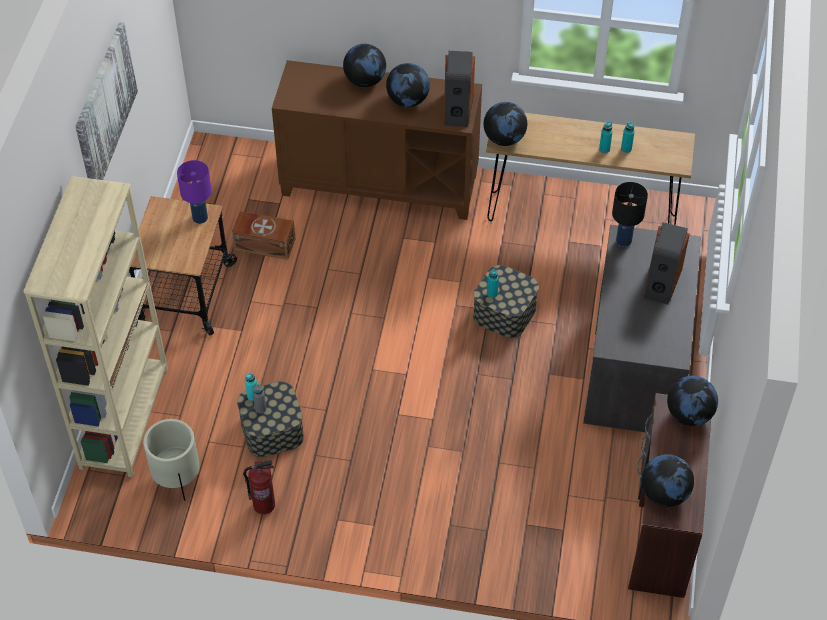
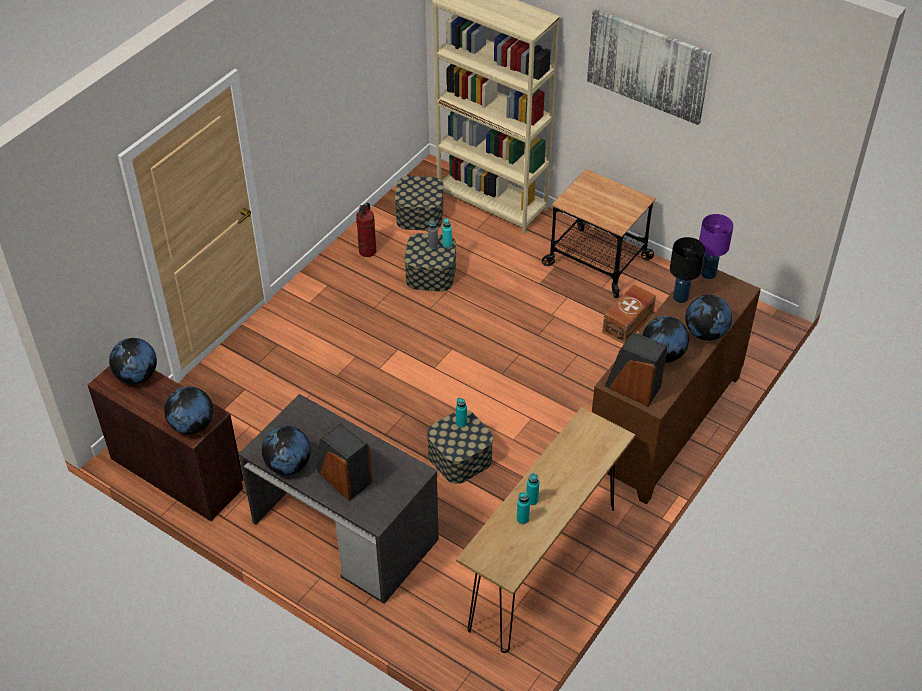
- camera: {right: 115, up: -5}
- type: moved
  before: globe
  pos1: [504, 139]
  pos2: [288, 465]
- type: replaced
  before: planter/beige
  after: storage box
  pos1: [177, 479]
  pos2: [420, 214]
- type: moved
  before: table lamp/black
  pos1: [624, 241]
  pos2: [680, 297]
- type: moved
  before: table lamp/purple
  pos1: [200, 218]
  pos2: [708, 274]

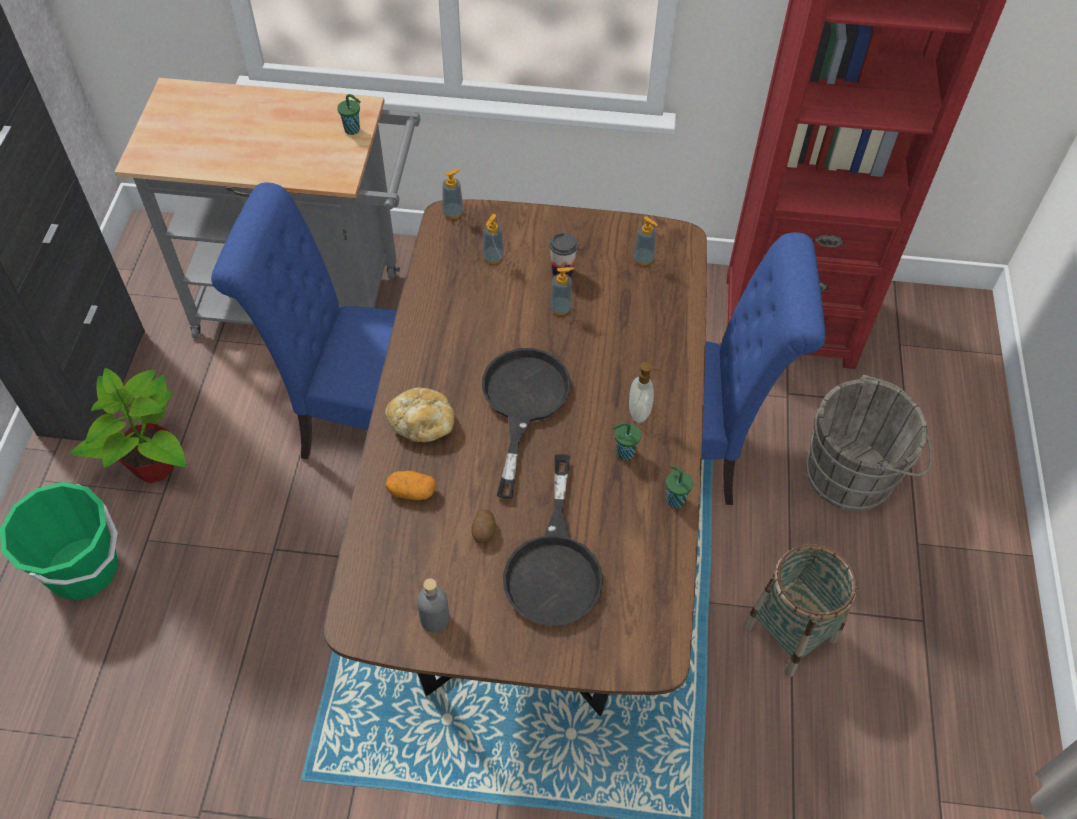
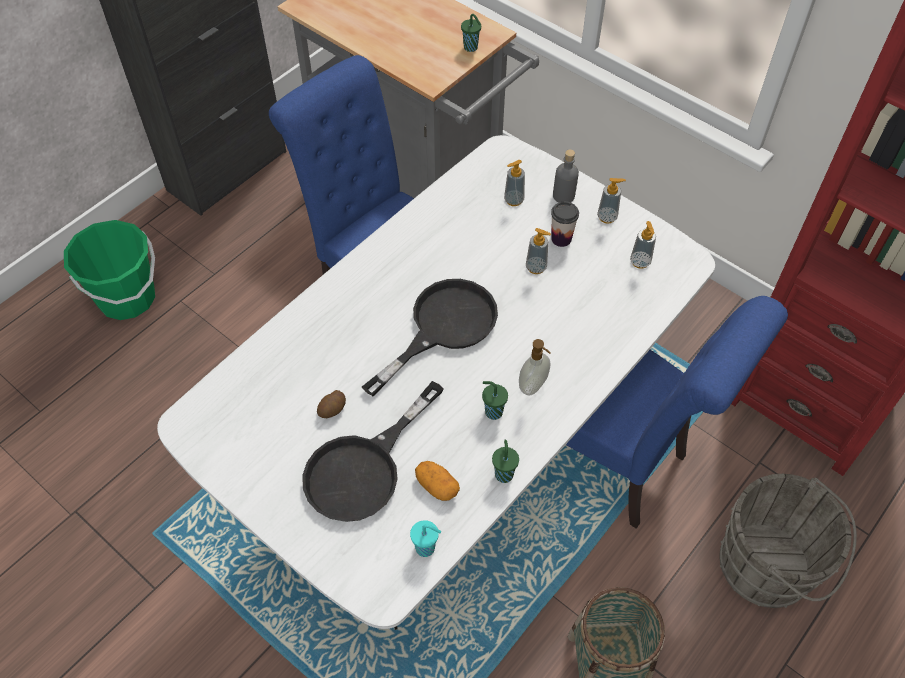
- camera: {right: 35, up: 0}
- type: recoloured
  before: dining table/brown
  after: dining table/white
  pos1: [536, 536]
  pos2: [452, 458]
- type: added
  after: cup/turquoise
  pos2: [426, 548]
- type: moved
  before: potato
  pos1: [411, 492]
  pos2: [437, 486]
- type: moved
  before: bottle/grey
  pos1: [434, 619]
  pos2: [563, 196]
- type: moved
  before: soap dispenser
  pos1: [453, 212]
  pos2: [607, 217]
- type: removed
  before: potted plant
  pos1: [154, 467]
- type: removed
  before: bread
  pos1: [422, 424]

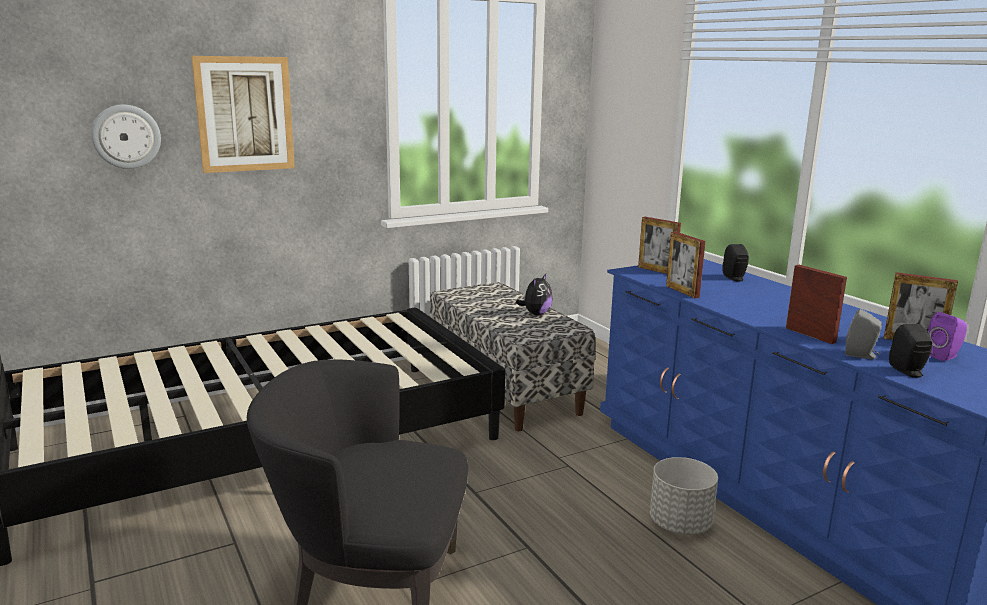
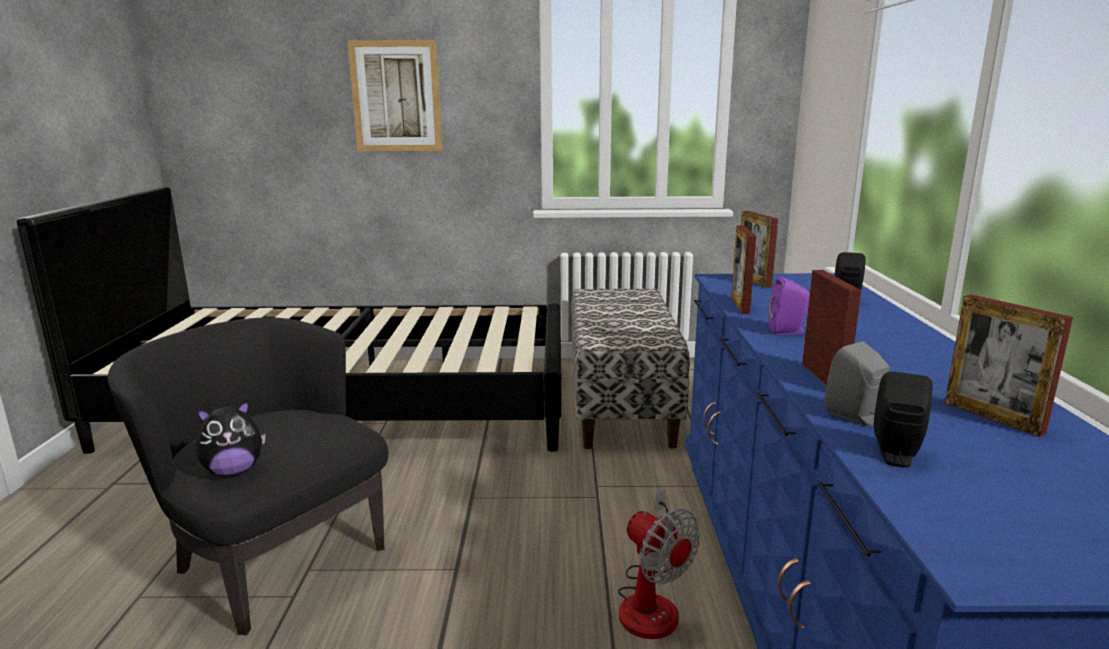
- camera: {right: 30, up: 0}
- type: moved
  before: plush toy
  pos1: [536, 314]
  pos2: [234, 471]
- type: replaced
  before: planter/grey
  after: fan
  pos1: [679, 524]
  pos2: [651, 601]
- type: moved
  before: speaker/purple
  pos1: [944, 356]
  pos2: [788, 331]
- type: removed
  before: wall clock
  pos1: [126, 136]

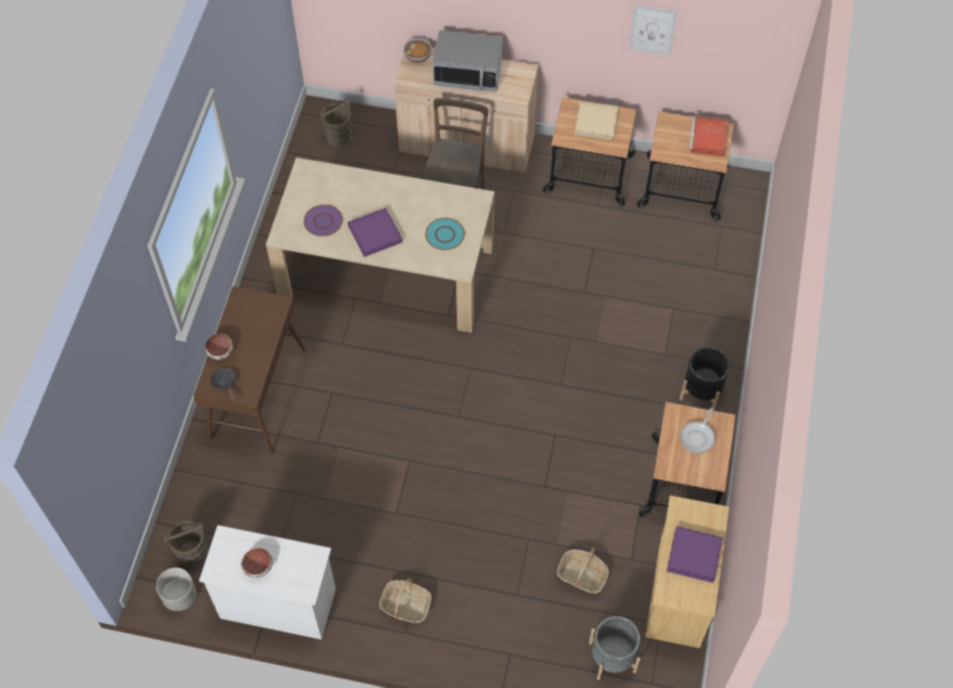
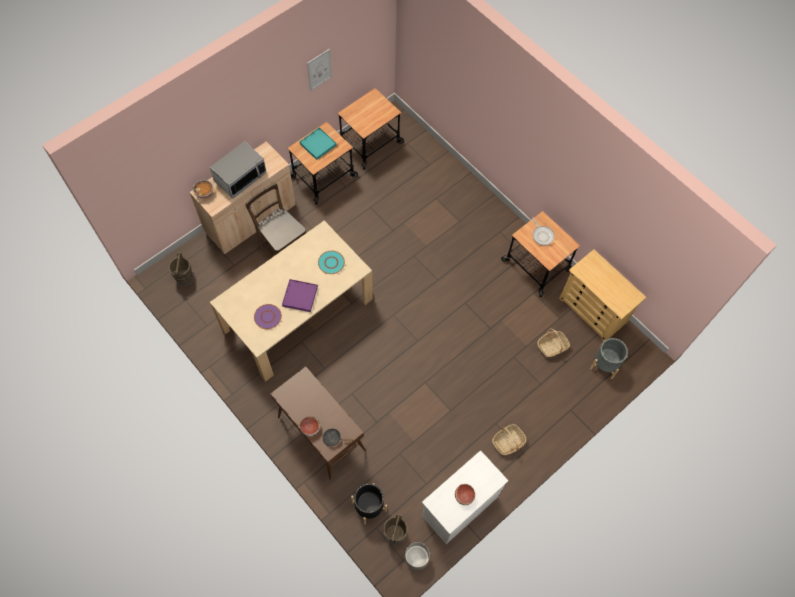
- camera: {right: -55, up: 5}
- type: recoloured
  before: tray/beige
  after: tray/turquoise
  pos1: [596, 122]
  pos2: [318, 144]
- type: moved
  before: planter/black
  pos1: [702, 390]
  pos2: [369, 506]
- type: removed
  before: tray/purple
  pos1: [694, 555]
- type: removed
  before: tray/red
  pos1: [709, 138]

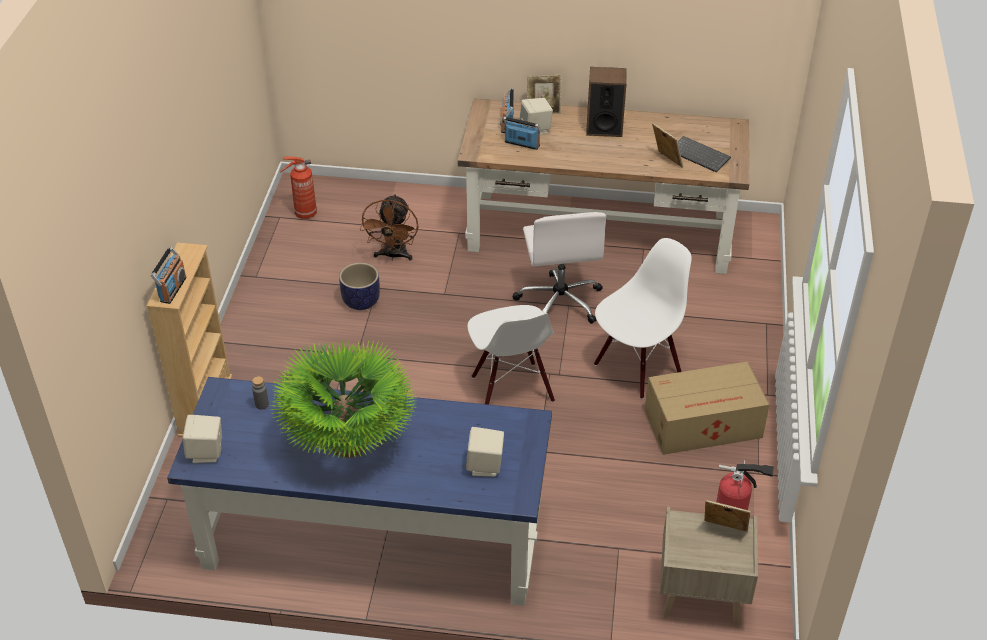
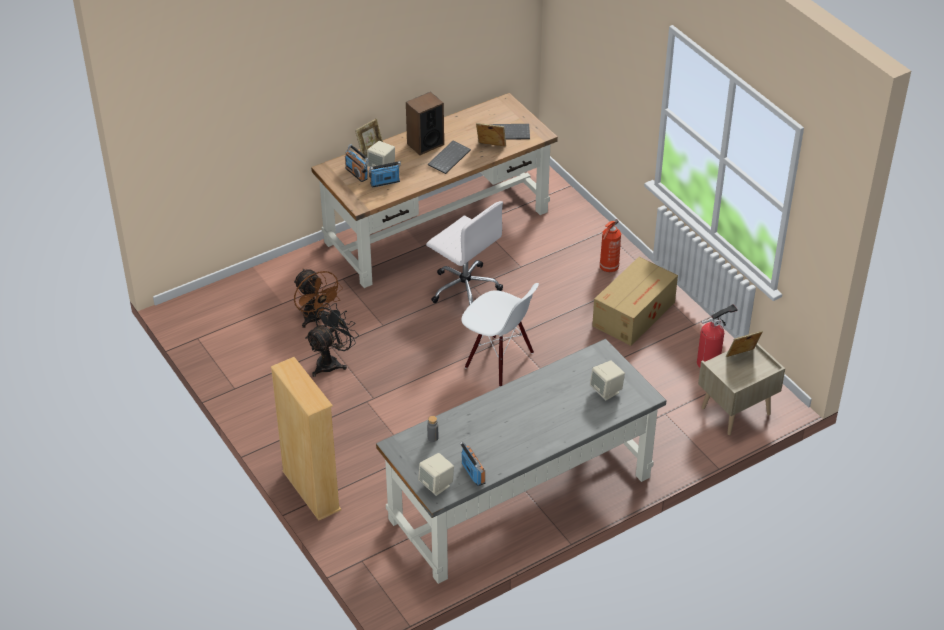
- camera: {right: -40, up: 0}
- type: replaced
  before: planter
  after: fan/black
  pos1: [360, 301]
  pos2: [331, 362]
- type: recoloured
  before: desk/blue
  after: desk/grey
  pos1: [371, 538]
  pos2: [520, 499]
- type: added
  after: keyboard
  pos2: [448, 157]
- type: moved
  before: radio
  pos1: [172, 289]
  pos2: [473, 473]
- type: moved
  before: fire extinguisher
  pos1: [304, 214]
  pos2: [608, 268]
- type: removed
  before: potted plant
  pos1: [349, 443]
- type: removed
  before: chair/white
  pos1: [637, 367]

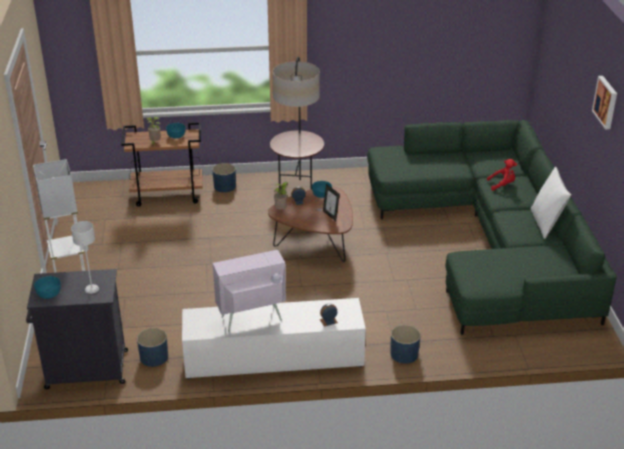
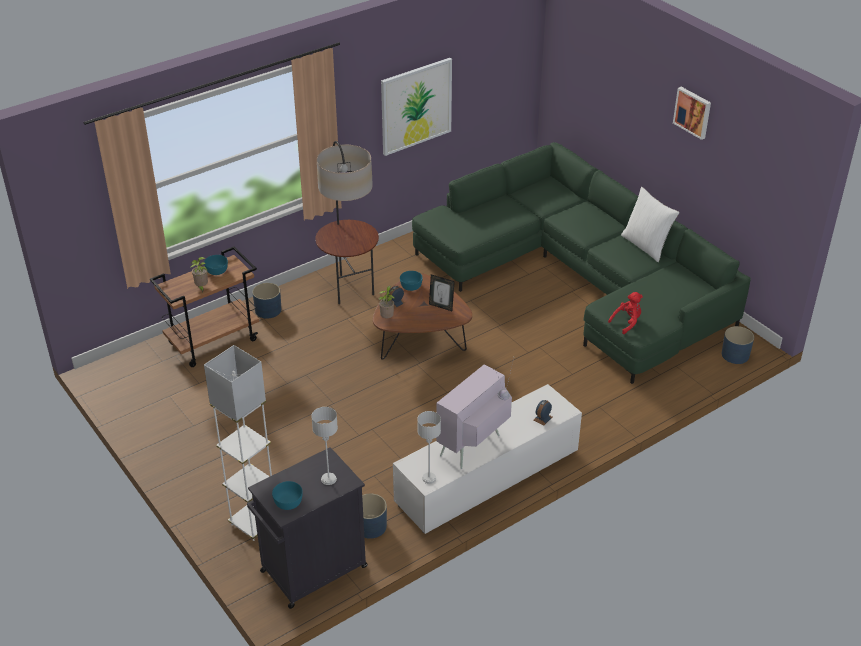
- camera: {right: -30, up: 5}
- type: added
  after: picture
  pos2: [416, 106]
- type: added
  after: table lamp/grey
  pos2: [429, 478]
- type: moved
  before: plush toy/red
  pos1: [502, 185]
  pos2: [627, 322]
- type: moved
  before: planter/blue
  pos1: [404, 354]
  pos2: [735, 355]

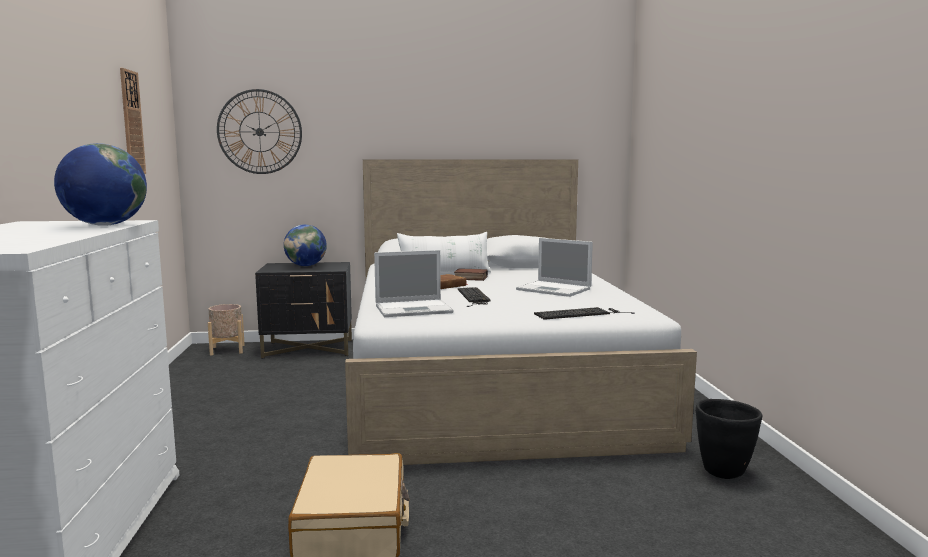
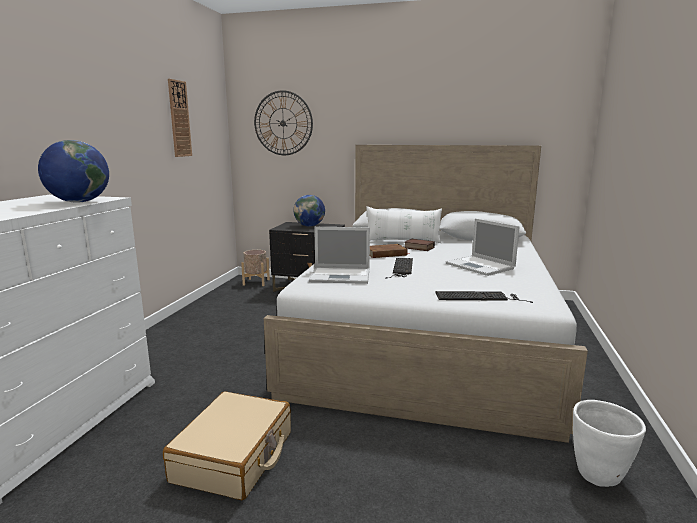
- camera: {right: 20, up: 5}
- type: recoloured
  before: planter/black
  after: planter/white
  pos1: [724, 471]
  pos2: [599, 475]

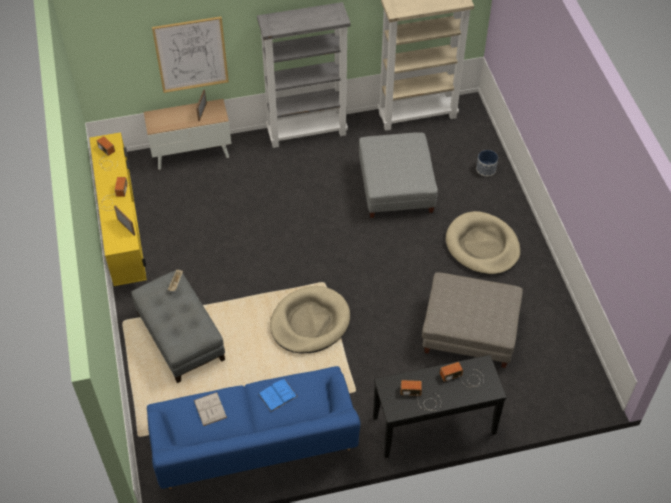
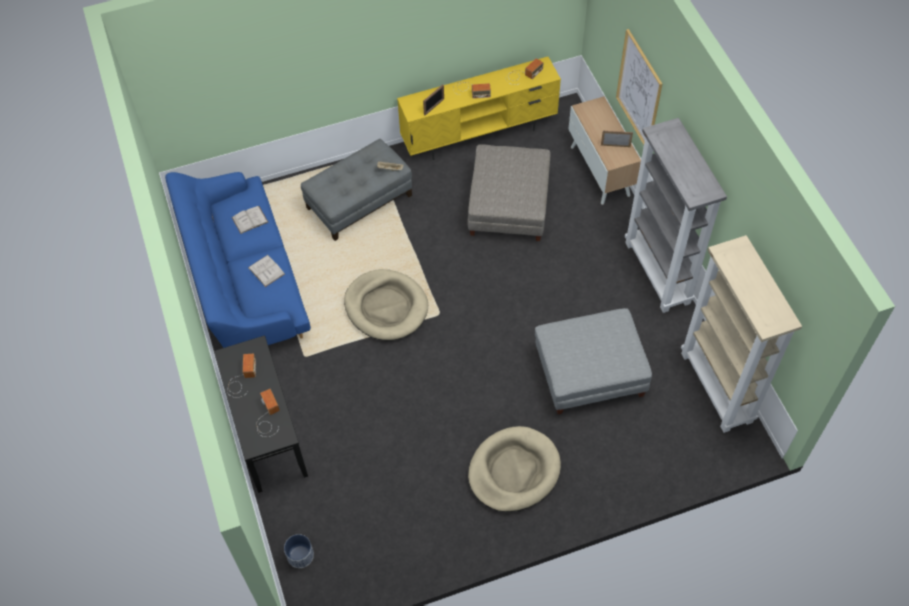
- camera: {right: 85, up: 5}
- type: recoloured
  before: book/blue
  after: book/white
  pos1: [277, 395]
  pos2: [266, 270]
- type: moved
  before: planter
  pos1: [485, 169]
  pos2: [300, 555]
- type: moved
  before: ottoman/grey
  pos1: [469, 331]
  pos2: [508, 205]

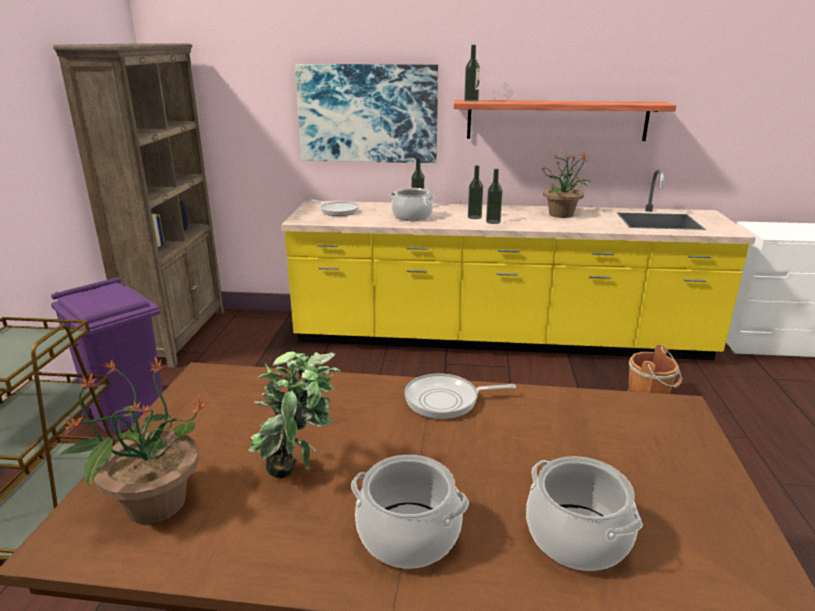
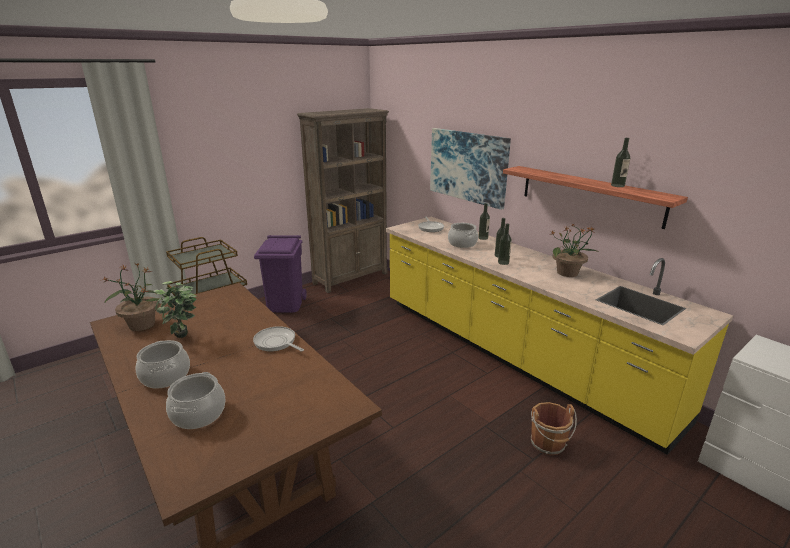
- camera: {right: 45, up: 0}
- type: moved
  before: bottle
  pos1: [471, 101]
  pos2: [617, 185]

